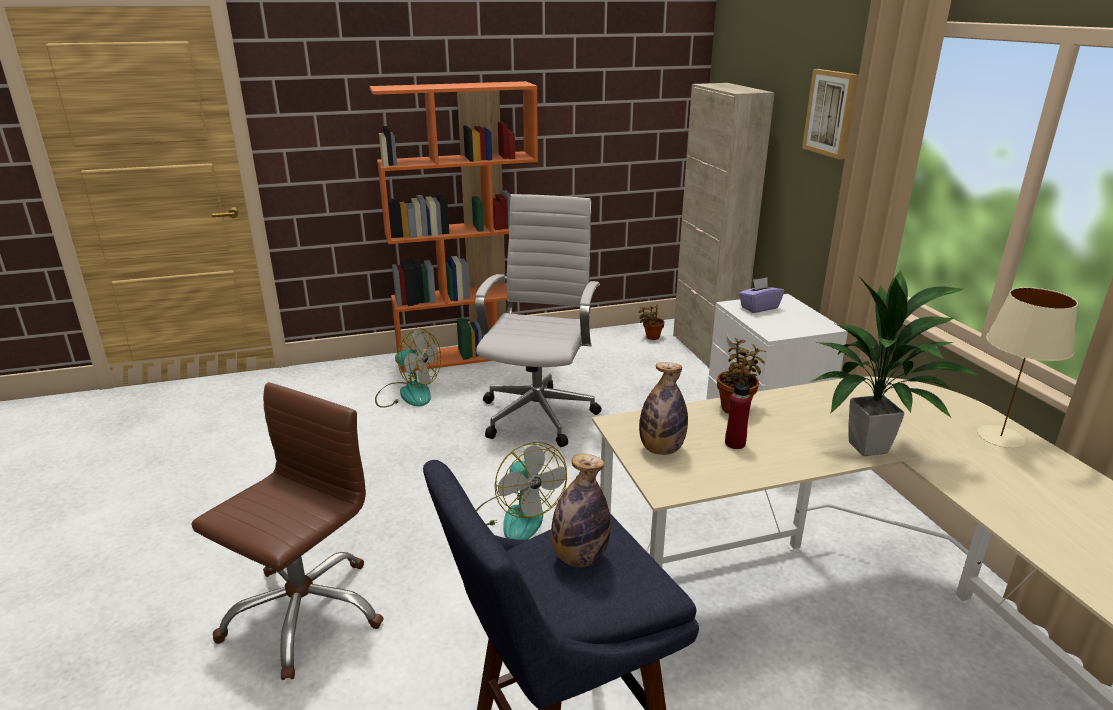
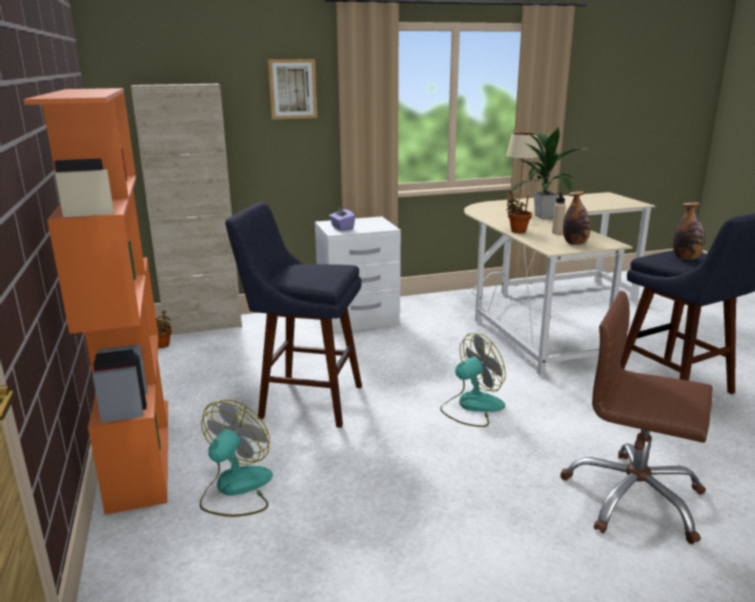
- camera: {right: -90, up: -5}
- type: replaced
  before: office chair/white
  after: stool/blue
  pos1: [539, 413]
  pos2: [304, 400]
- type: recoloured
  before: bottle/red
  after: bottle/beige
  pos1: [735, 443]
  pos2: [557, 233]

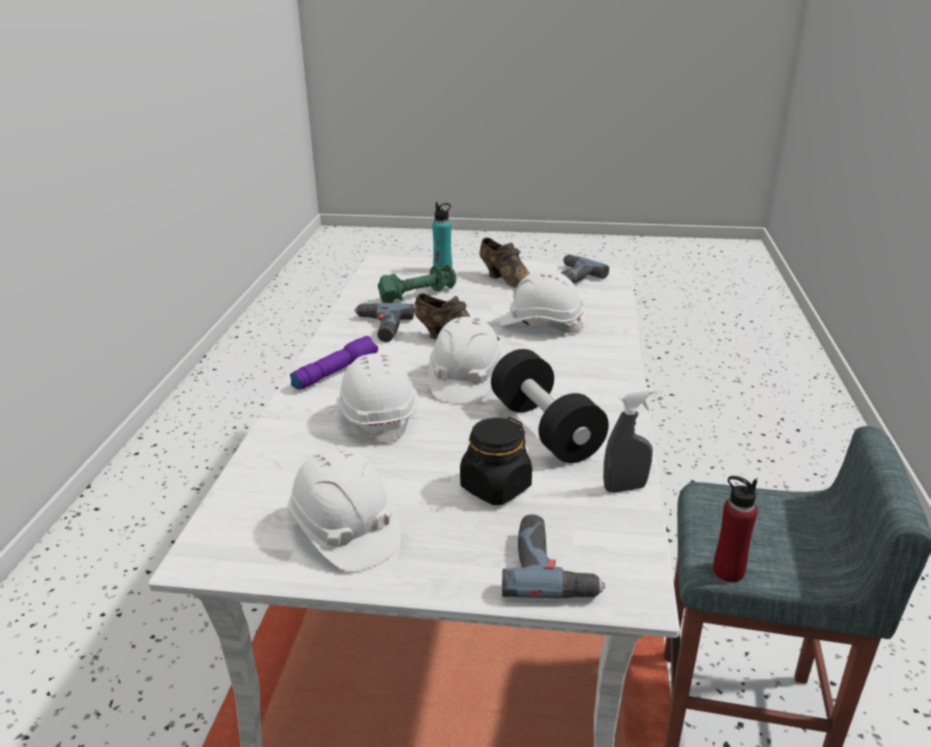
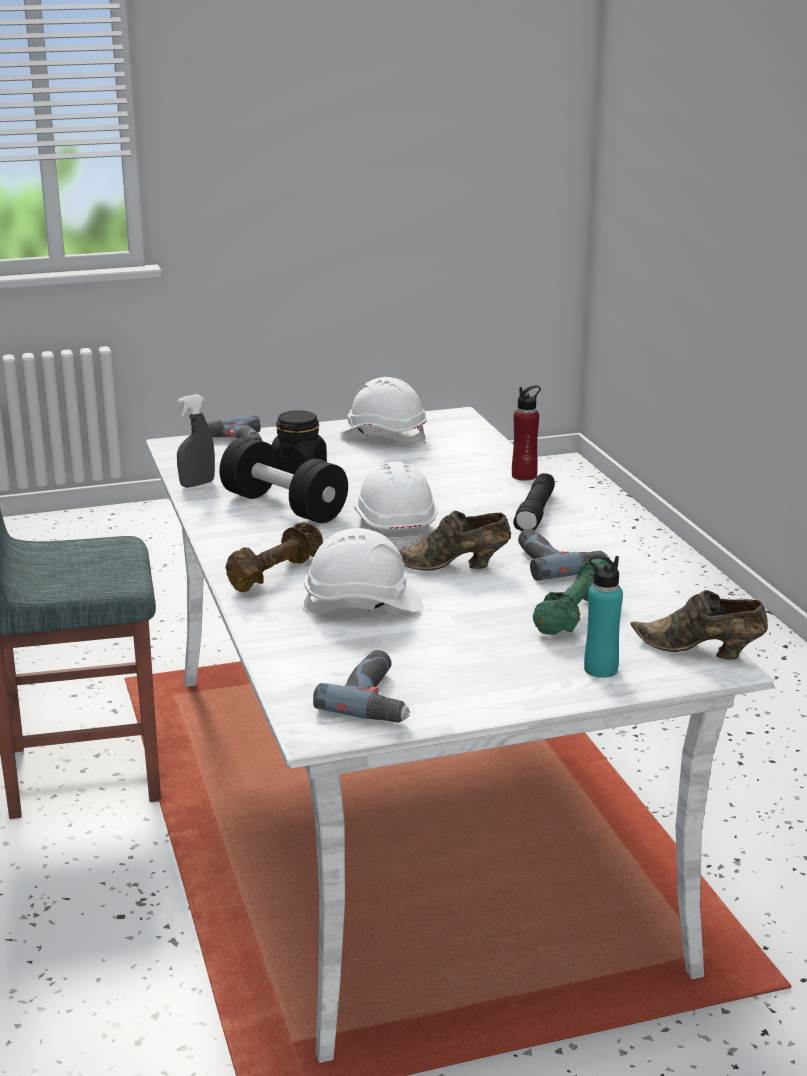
- camera: {right: 155, up: -5}
- type: added
  after: dumbbell/brown
  pos2: [274, 573]
- type: moved
  before: bottle/red
  pos1: [728, 571]
  pos2: [524, 476]
- type: recoloured
  before: flashlight/purple
  after: flashlight/black
  pos1: [335, 371]
  pos2: [536, 513]
- type: moved
  before: shoe/brown
  pos1: [506, 280]
  pos2: [701, 651]
- type: removed
  before: hard hat/white
  pos1: [378, 417]

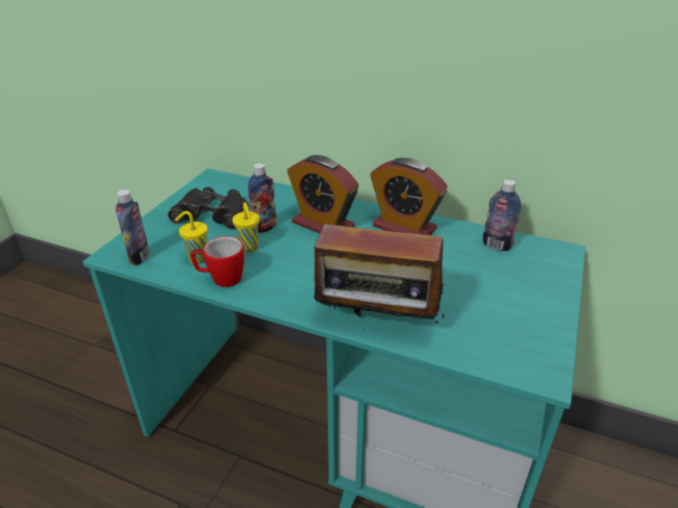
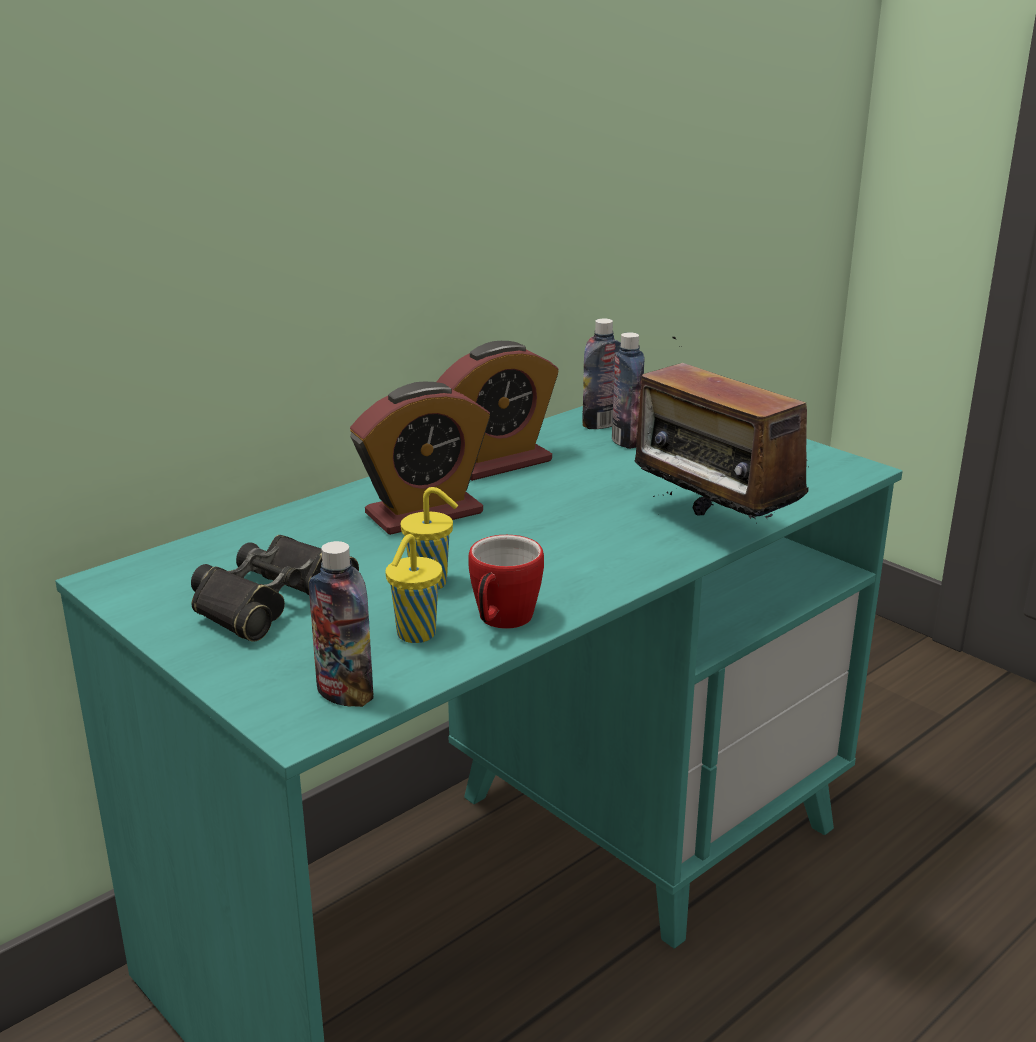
- camera: {right: -65, up: -10}
- type: moved
  before: bottle
  pos1: [264, 227]
  pos2: [626, 441]
- type: turned
  before: radio
  pos1: [376, 324]
  pos2: [711, 530]
  turn: 105

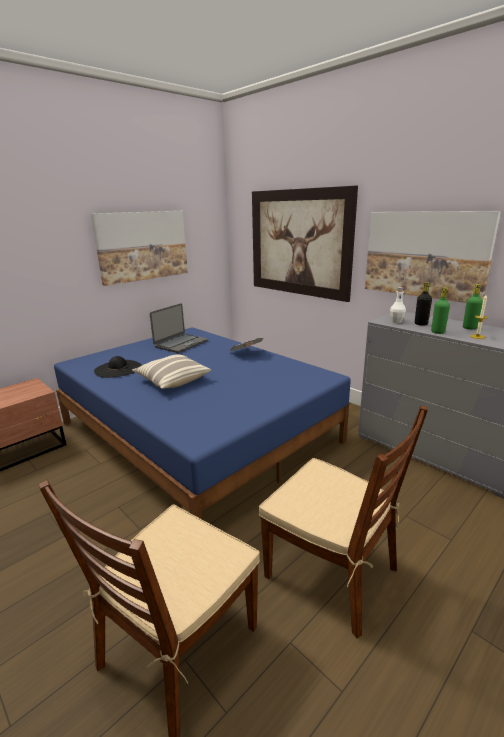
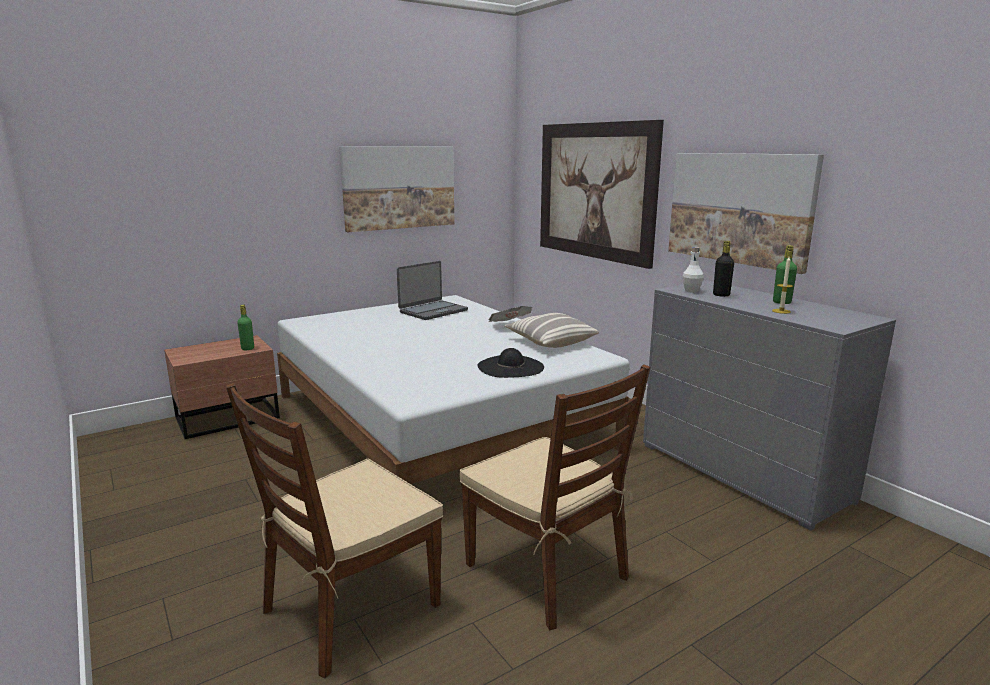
- camera: {right: 10, up: -5}
- type: moved
  before: bottle/green
  pos1: [437, 332]
  pos2: [247, 348]
- type: recoloured
  before: bed/blue
  after: bed/white
  pos1: [197, 431]
  pos2: [437, 420]
- type: moved
  before: hat/black
  pos1: [118, 369]
  pos2: [510, 367]
- type: moved
  before: pillow
  pos1: [172, 380]
  pos2: [550, 342]

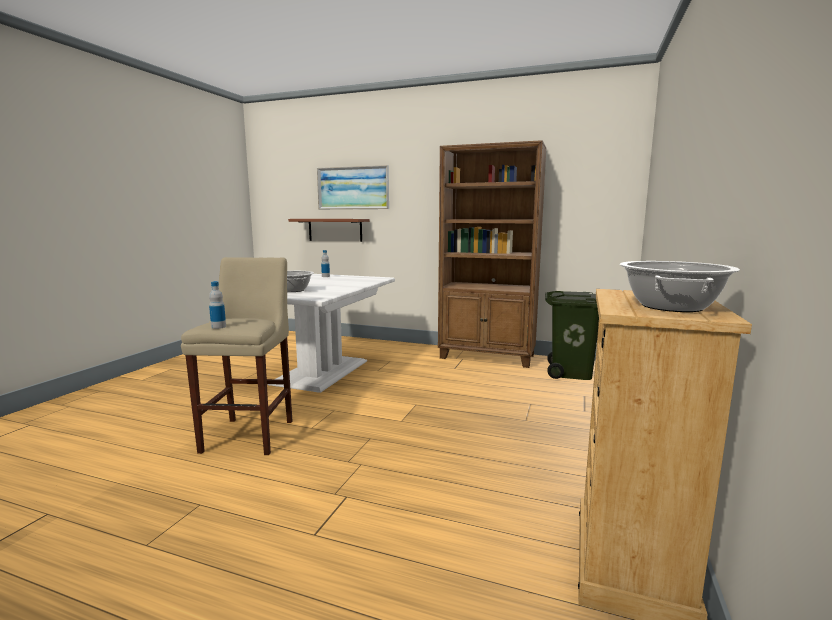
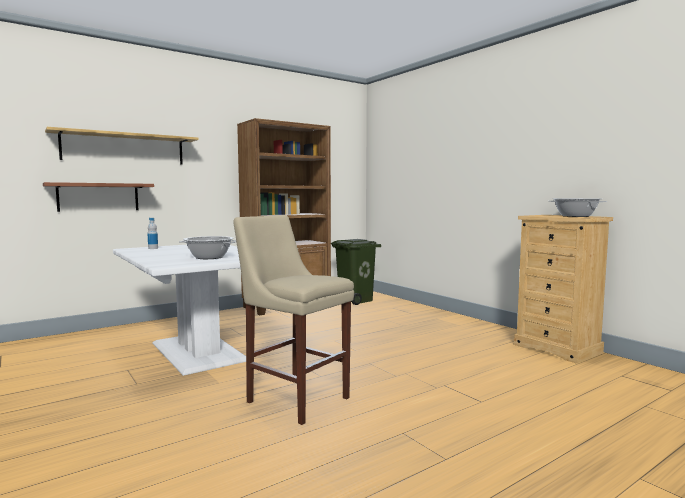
- camera: {right: -55, up: -5}
- type: replaced
  before: picture
  after: shelf
  pos1: [353, 188]
  pos2: [124, 148]
- type: removed
  before: bottle
  pos1: [218, 327]

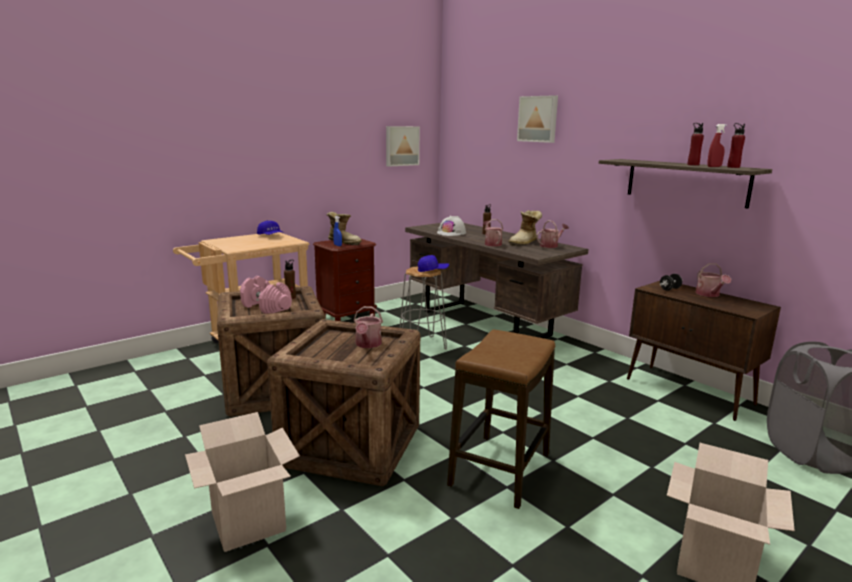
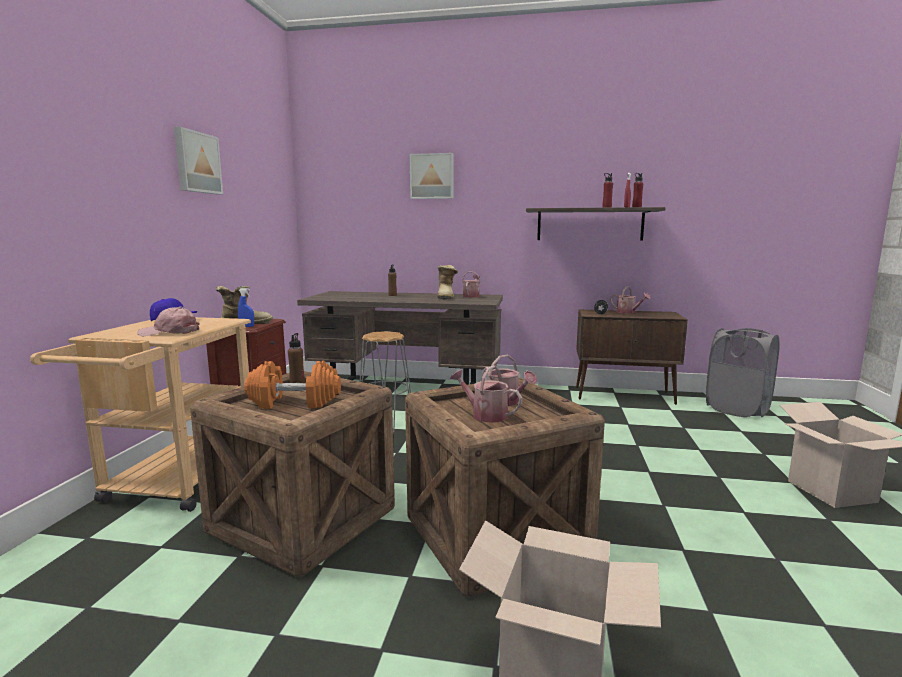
- camera: {right: -40, up: -5}
- type: added
  after: cap/pink
  pos2: [170, 332]
- type: moved
  before: picture
  pos1: [401, 146]
  pos2: [196, 162]
- type: recoloured
  before: dumbbell/pink
  after: dumbbell/orange
  pos1: [265, 307]
  pos2: [294, 402]
- type: moved
  before: watering can
  pos1: [492, 244]
  pos2: [485, 415]
- type: removed
  before: cap/blue
  pos1: [432, 270]
- type: removed
  before: hard hat/white
  pos1: [451, 233]
- type: removed
  before: stool
  pos1: [500, 469]

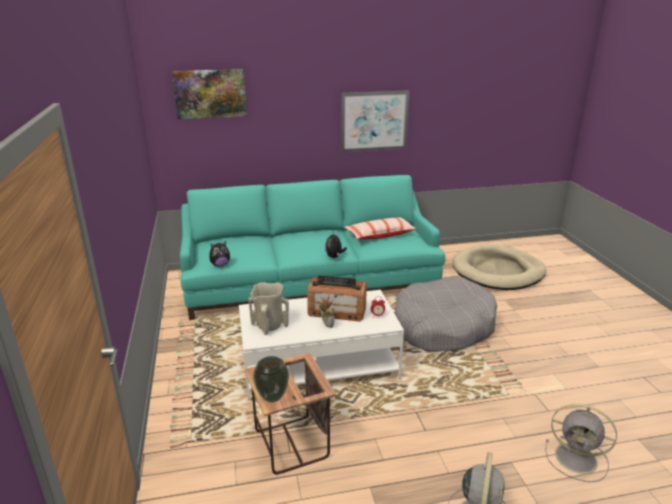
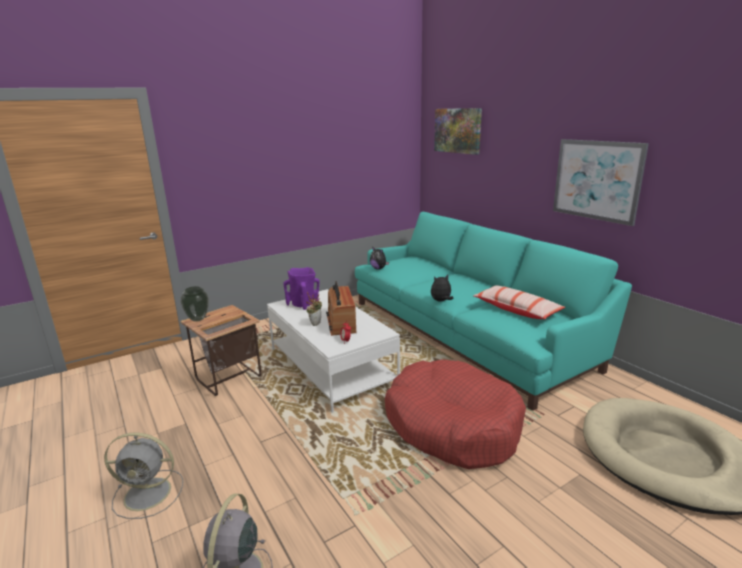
- camera: {right: 70, up: -5}
- type: recoloured
  before: vase/beige
  after: vase/purple
  pos1: [269, 325]
  pos2: [303, 304]
- type: recoloured
  before: dog bed/grey
  after: dog bed/red
  pos1: [442, 327]
  pos2: [452, 425]

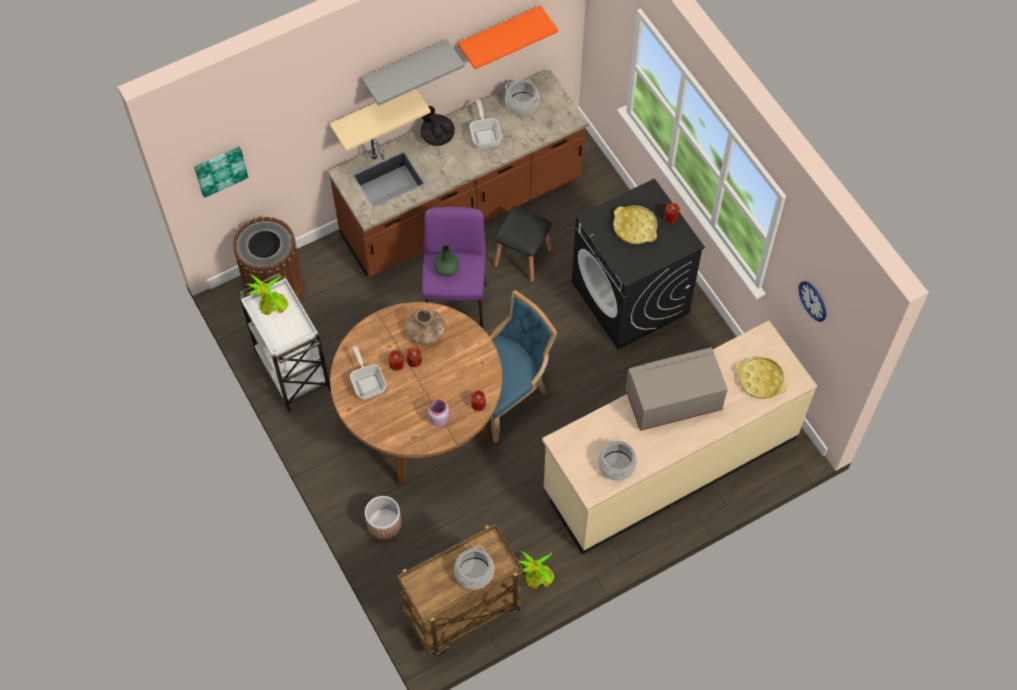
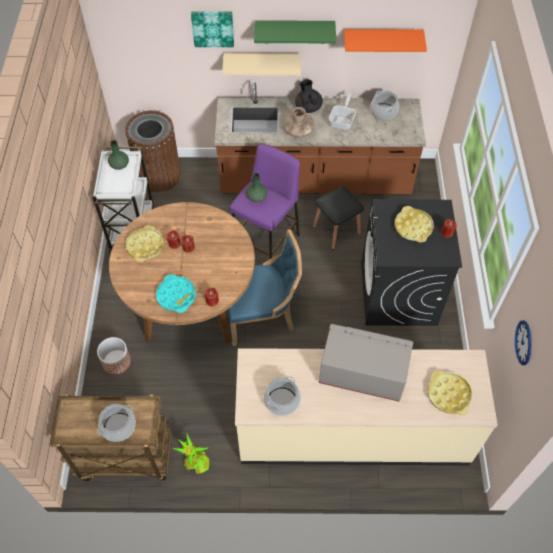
- camera: {right: 30, up: -5}
- type: replaced
  before: potted plant
  after: vase/green
  pos1: [271, 305]
  pos2: [119, 165]
- type: replaced
  before: frying pan
  after: tray/yellow
  pos1: [368, 382]
  pos2: [145, 246]
- type: replaced
  before: jar/pink
  after: tray/turquoise
  pos1: [439, 418]
  pos2: [176, 296]
- type: moved
  before: picture
  pos1: [220, 170]
  pos2: [213, 28]
- type: recoloured
  before: shelf/grey
  after: shelf/green
  pos1: [405, 68]
  pos2: [294, 31]
- type: moved
  before: vase/brown
  pos1: [426, 332]
  pos2: [298, 131]

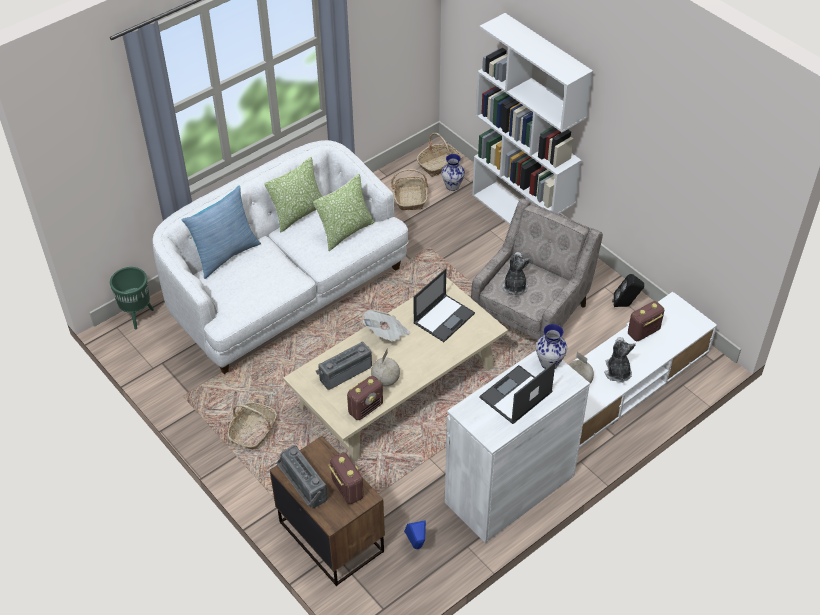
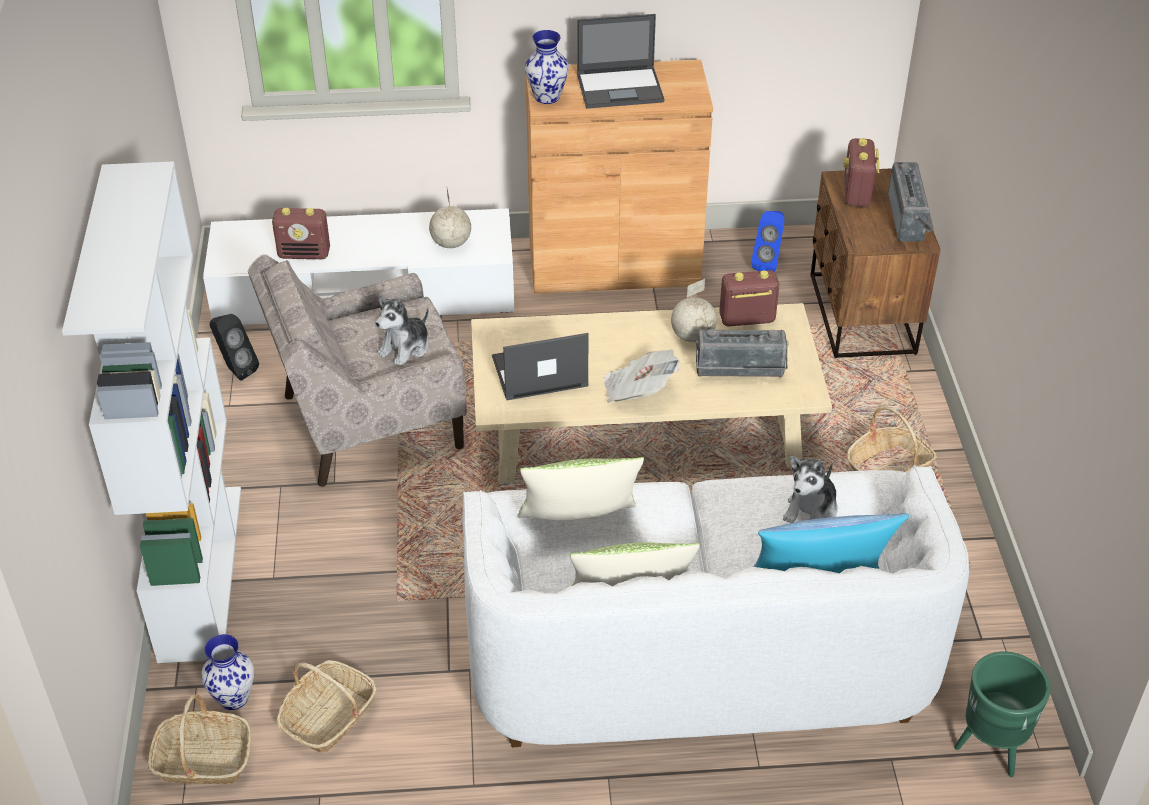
- camera: {right: -145, up: -5}
- type: recoloured
  before: cabinet/white
  after: cabinet/brown
  pos1: [510, 489]
  pos2: [613, 263]
- type: moved
  before: plush toy
  pos1: [617, 372]
  pos2: [811, 510]

